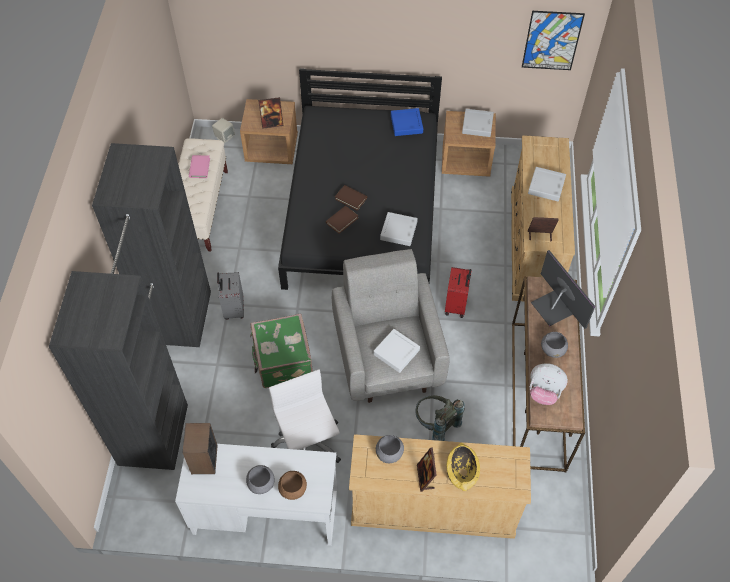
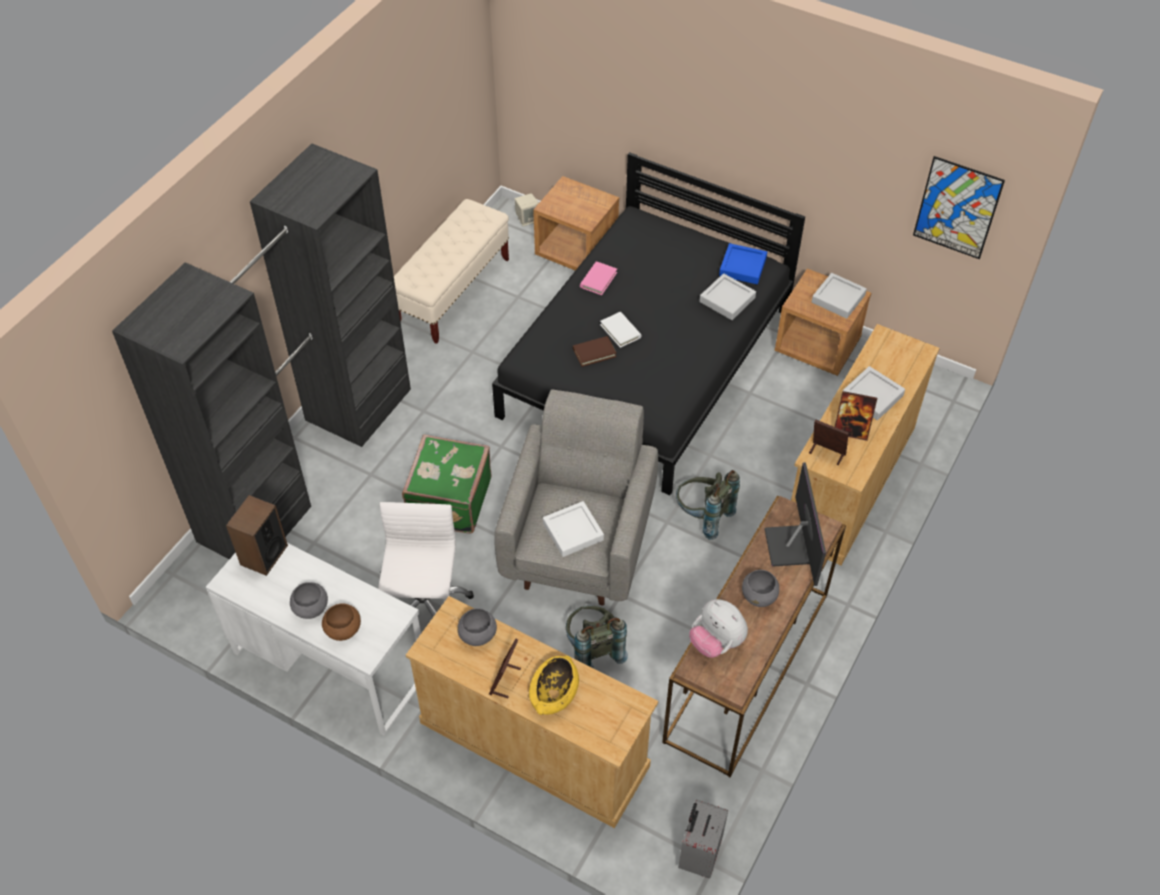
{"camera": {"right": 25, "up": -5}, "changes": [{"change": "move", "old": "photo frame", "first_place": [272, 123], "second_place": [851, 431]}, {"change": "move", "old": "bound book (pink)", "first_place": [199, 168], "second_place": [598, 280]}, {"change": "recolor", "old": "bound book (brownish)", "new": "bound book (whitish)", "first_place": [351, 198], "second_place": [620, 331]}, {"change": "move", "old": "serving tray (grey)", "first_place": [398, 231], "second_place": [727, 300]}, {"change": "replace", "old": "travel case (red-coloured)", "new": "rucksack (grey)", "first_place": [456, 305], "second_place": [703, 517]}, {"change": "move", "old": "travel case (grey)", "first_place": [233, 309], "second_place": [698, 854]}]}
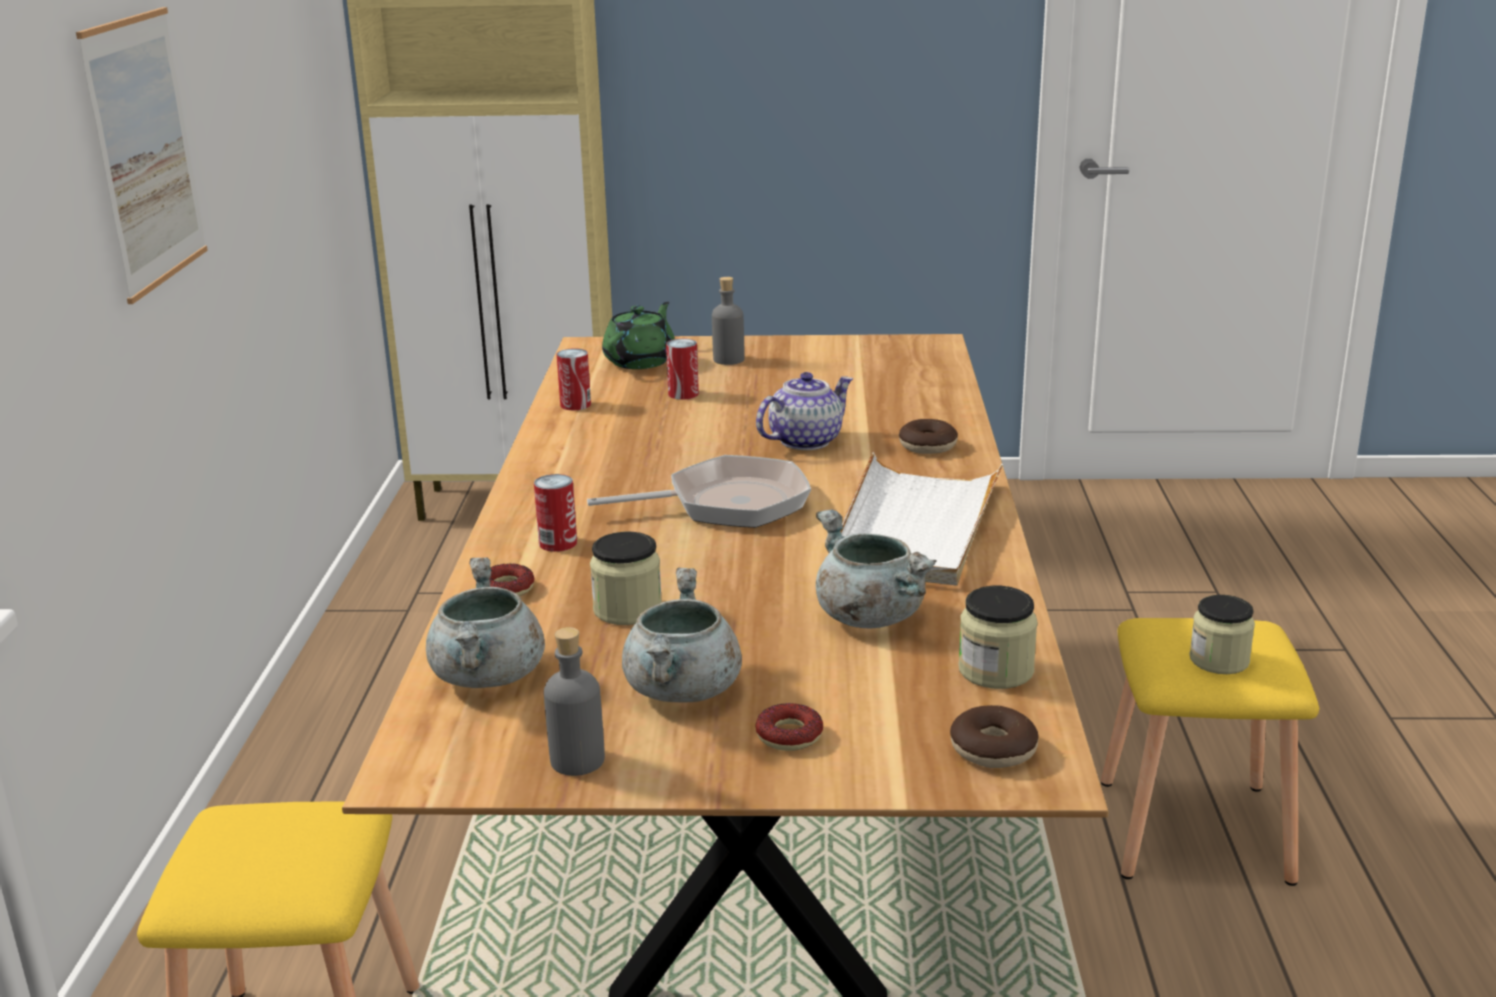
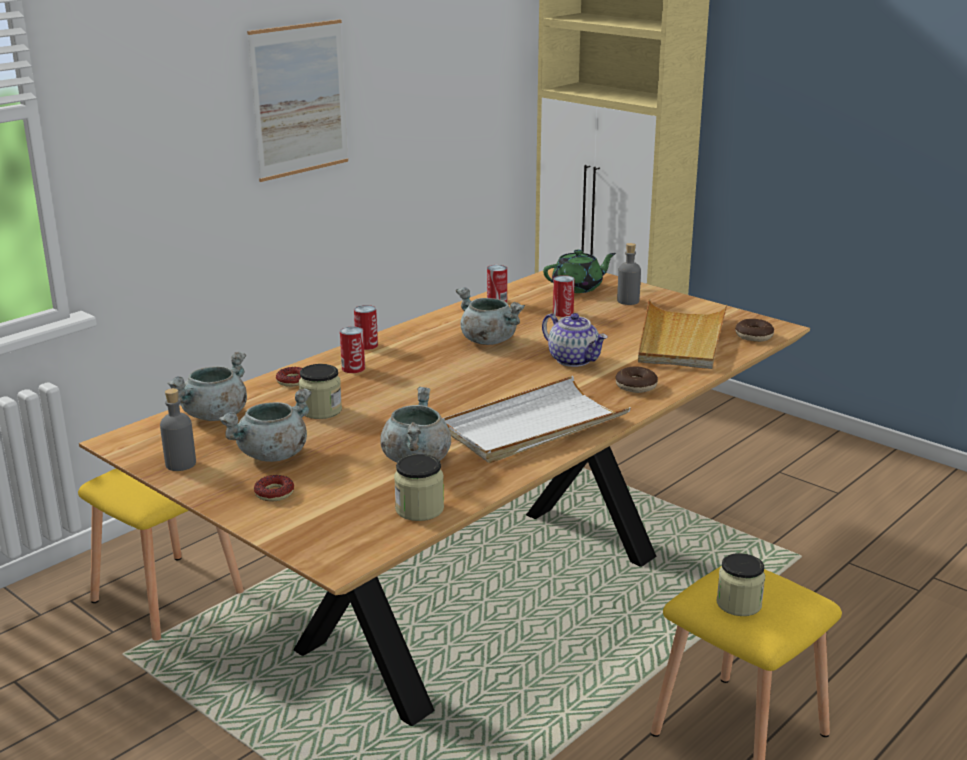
{"camera": {"right": 40, "up": 0}, "changes": [{"change": "rotate", "old": "pot for tea", "first_place": [805, 440], "second_place": [574, 360], "degrees": 45}, {"change": "delete", "old": "skillet", "first_place": [727, 504]}, {"change": "move", "old": "doughnut", "first_place": [993, 749], "second_place": [754, 336]}, {"change": "insert", "new": "saucepot (grey)", "second_place": [487, 341]}, {"change": "insert", "new": "serving tray (beige-coloured)", "second_place": [680, 339]}, {"change": "insert", "new": "can", "second_place": [366, 345]}]}
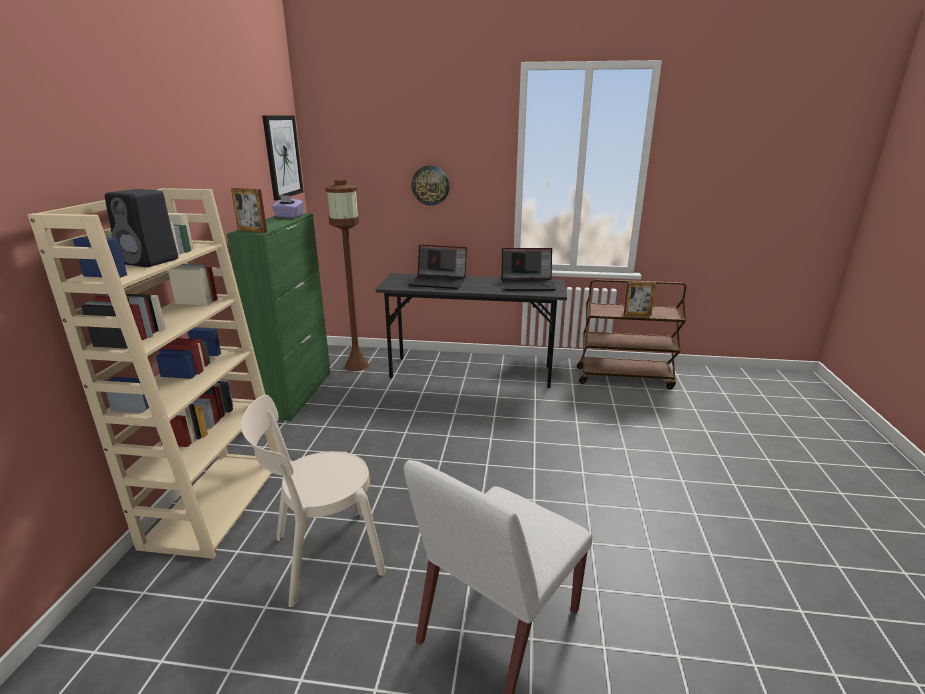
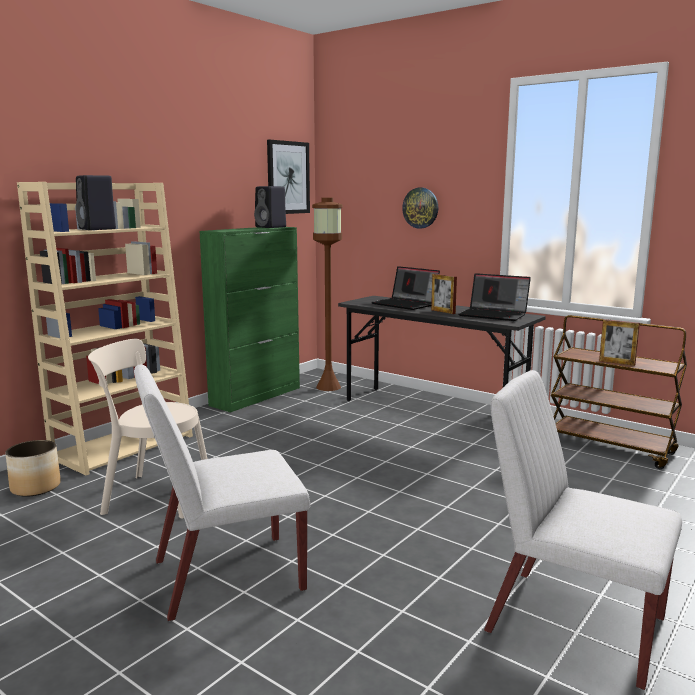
{"camera": {"right": 30, "up": -10}, "changes": [{"change": "move", "old": "photo frame", "first_place": [252, 231], "second_place": [443, 311]}, {"change": "replace", "old": "tissue holder (purplish)", "new": "loudspeaker (black-coloured)", "first_place": [289, 216], "second_place": [271, 227]}, {"change": "insert", "new": "plain chair (whitish)", "second_place": [572, 624]}, {"change": "insert", "new": "flower pot", "second_place": [35, 487]}]}
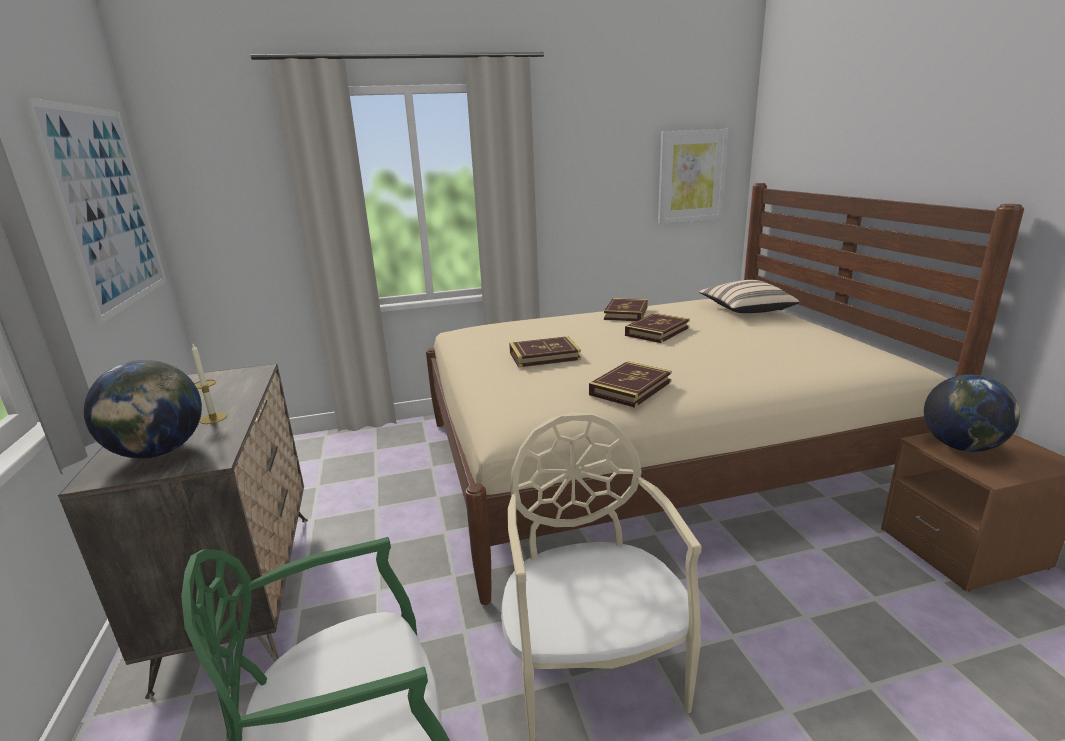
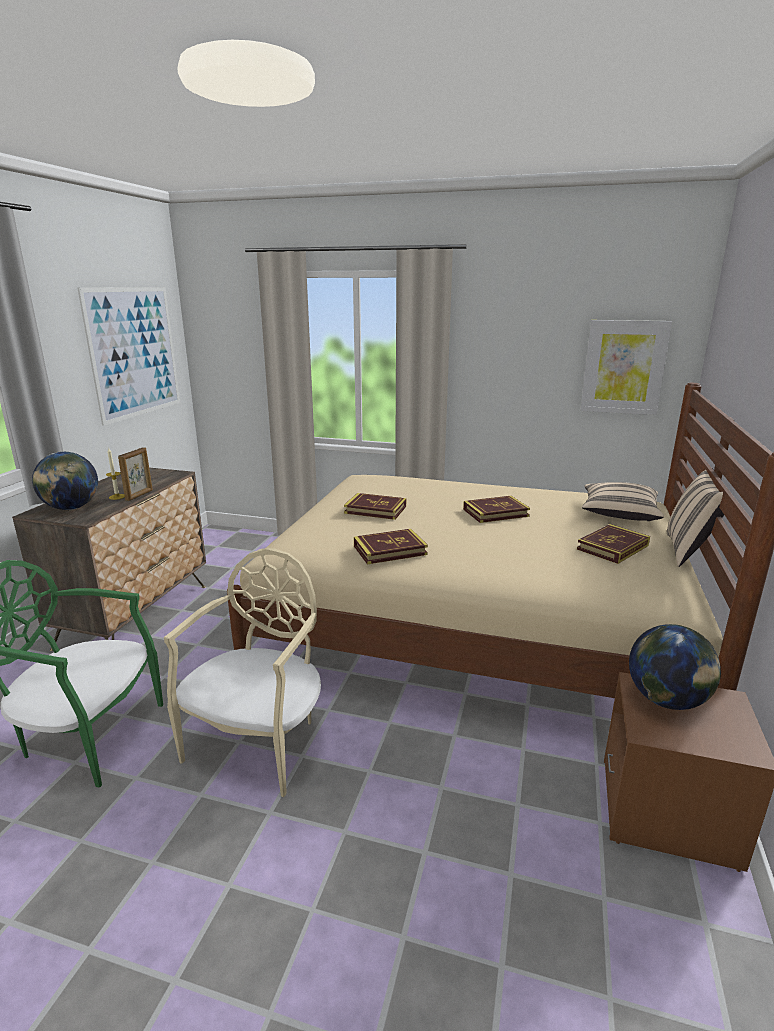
{"camera": {"right": 30, "up": 0}, "changes": [{"change": "move", "old": "bound book", "first_place": [626, 313], "second_place": [612, 547]}, {"change": "insert", "new": "photo frame", "second_place": [139, 495]}, {"change": "insert", "new": "pillow (beige-coloured)", "second_place": [689, 551]}]}
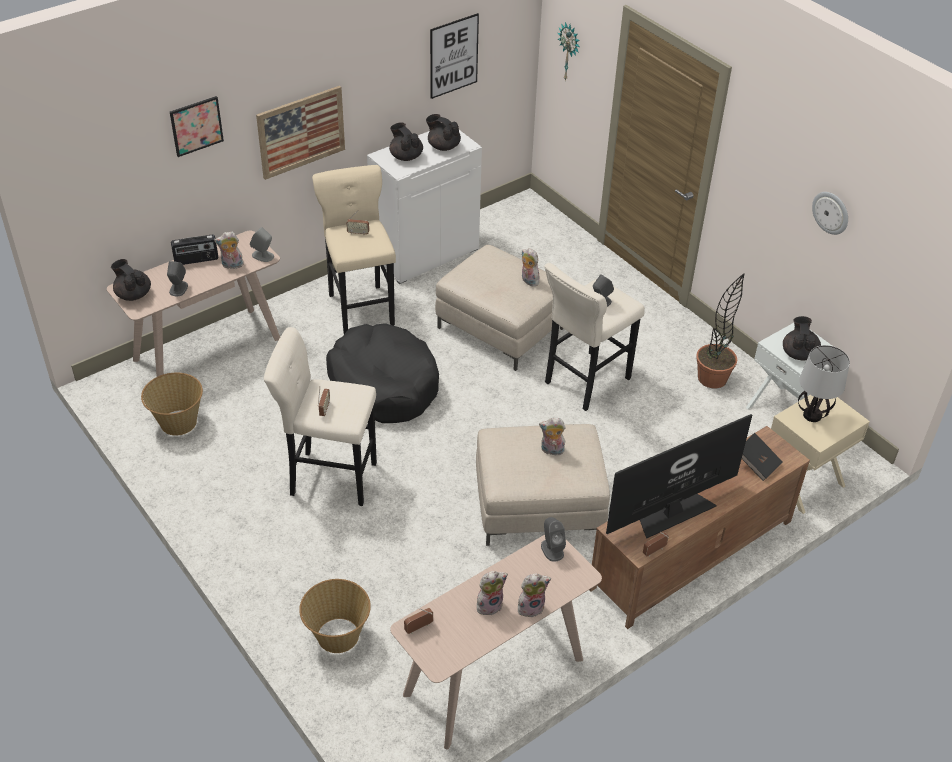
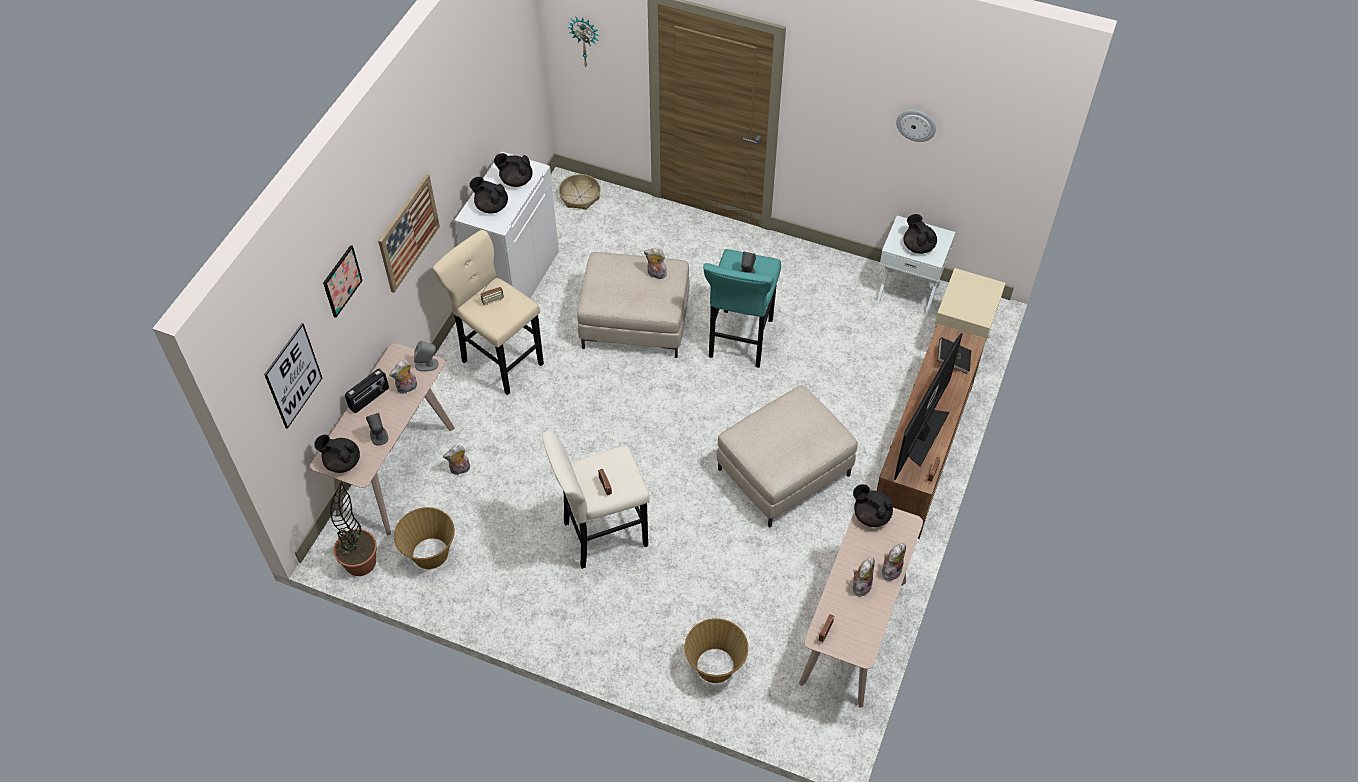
{"camera": {"right": -30, "up": 10}, "changes": [{"change": "move", "old": "picture", "first_place": [453, 56], "second_place": [293, 376]}, {"change": "recolor", "old": "stool seat (beige-coloured)", "new": "stool seat (turquoise)", "first_place": [584, 383], "second_place": [740, 341]}, {"change": "move", "old": "houseplant", "first_place": [712, 378], "second_place": [360, 562]}, {"change": "delete", "old": "dog bed (black-coloured)", "first_place": [384, 384]}, {"change": "delete", "old": "table lamp", "first_place": [812, 415]}, {"change": "move", "old": "plush toy", "first_place": [551, 451], "second_place": [460, 470]}, {"change": "replace", "old": "loudspeaker (grey)", "new": "pot for tea (black-coloured)", "first_place": [552, 549], "second_place": [871, 515]}, {"change": "insert", "new": "storage basket", "second_place": [580, 196]}]}
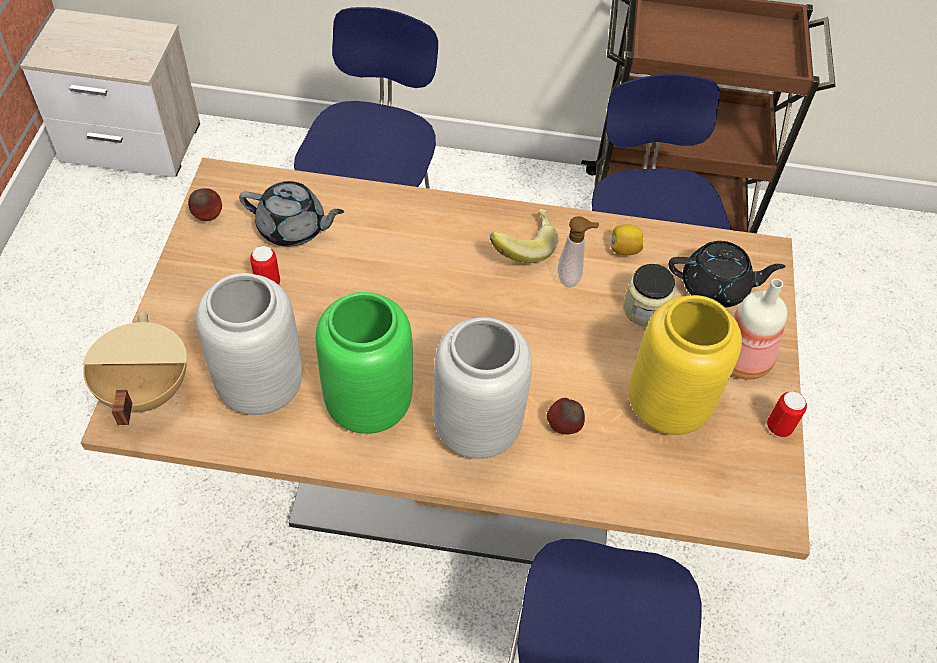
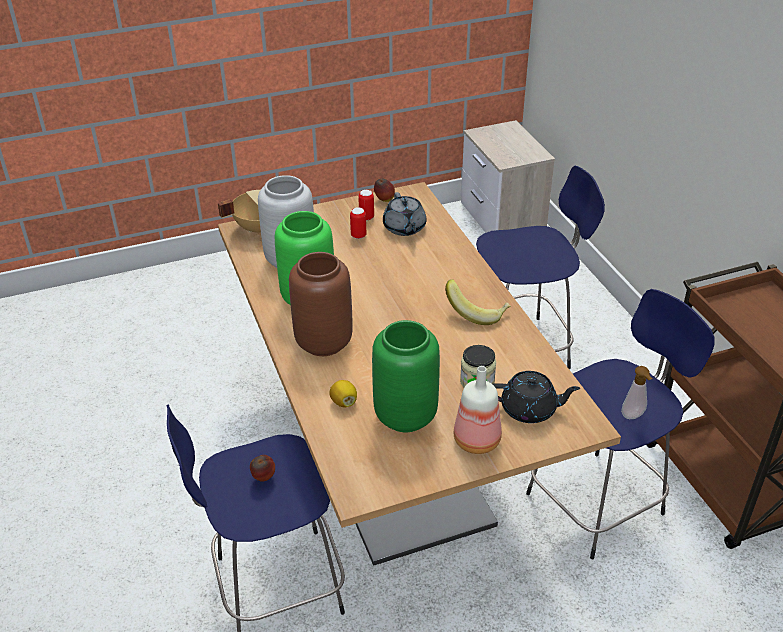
{"camera": {"right": 65, "up": -15}, "changes": [{"change": "move", "old": "soap dispenser", "first_place": [571, 278], "second_place": [633, 416]}, {"change": "move", "old": "whole lemon", "first_place": [624, 249], "second_place": [344, 402]}, {"change": "rotate", "old": "pot for tea (black-coloured)", "first_place": [716, 288], "second_place": [529, 409], "degrees": -60}, {"change": "recolor", "old": "vase (yellow)", "new": "vase (green)", "first_place": [667, 408], "second_place": [404, 417]}, {"change": "recolor", "old": "vase (grey)", "new": "vase (brownish)", "first_place": [477, 430], "second_place": [323, 343]}, {"change": "move", "old": "can", "first_place": [779, 427], "second_place": [366, 217]}, {"change": "move", "old": "whole apple", "first_place": [563, 428], "second_place": [263, 478]}]}
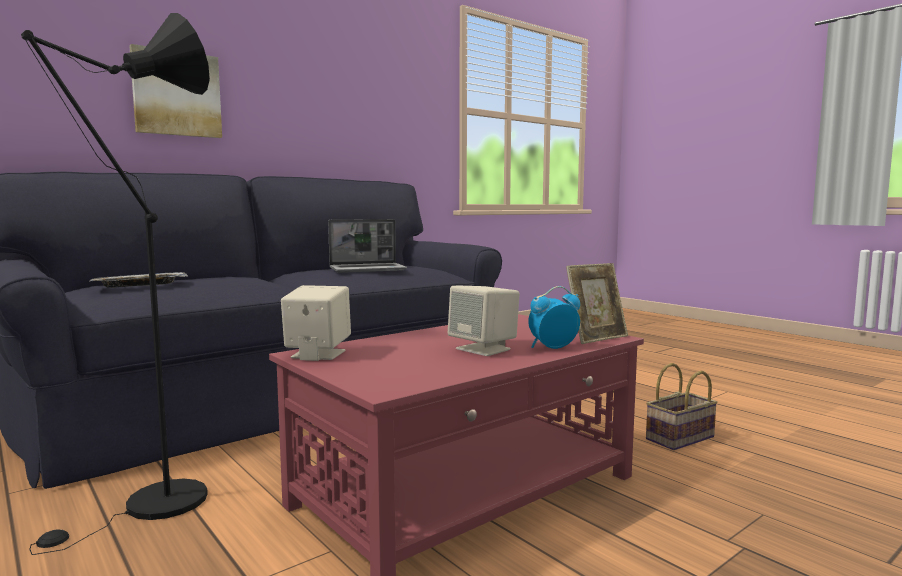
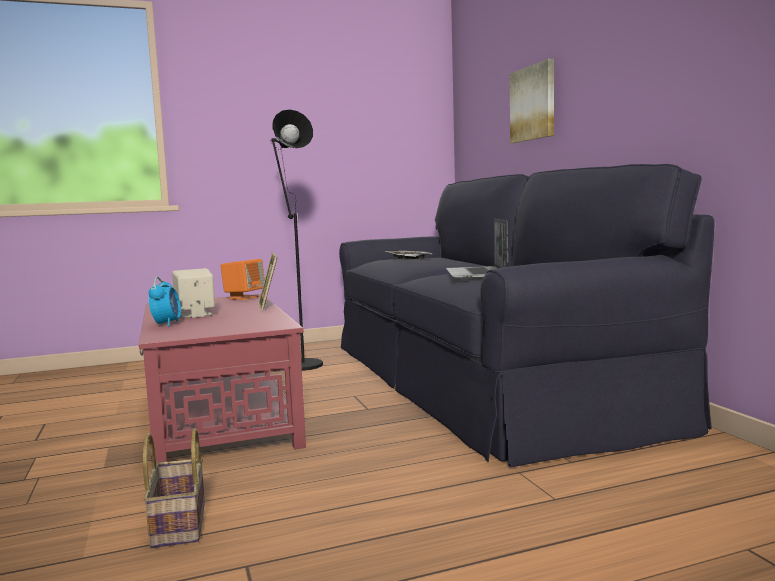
{"camera": {"right": 110, "up": 0}, "changes": [{"change": "move", "old": "photo frame", "first_place": [596, 338], "second_place": [269, 306]}, {"change": "recolor", "old": "loudspeaker (beige-coloured)", "new": "loudspeaker (orange)", "first_place": [317, 354], "second_place": [244, 297]}]}
